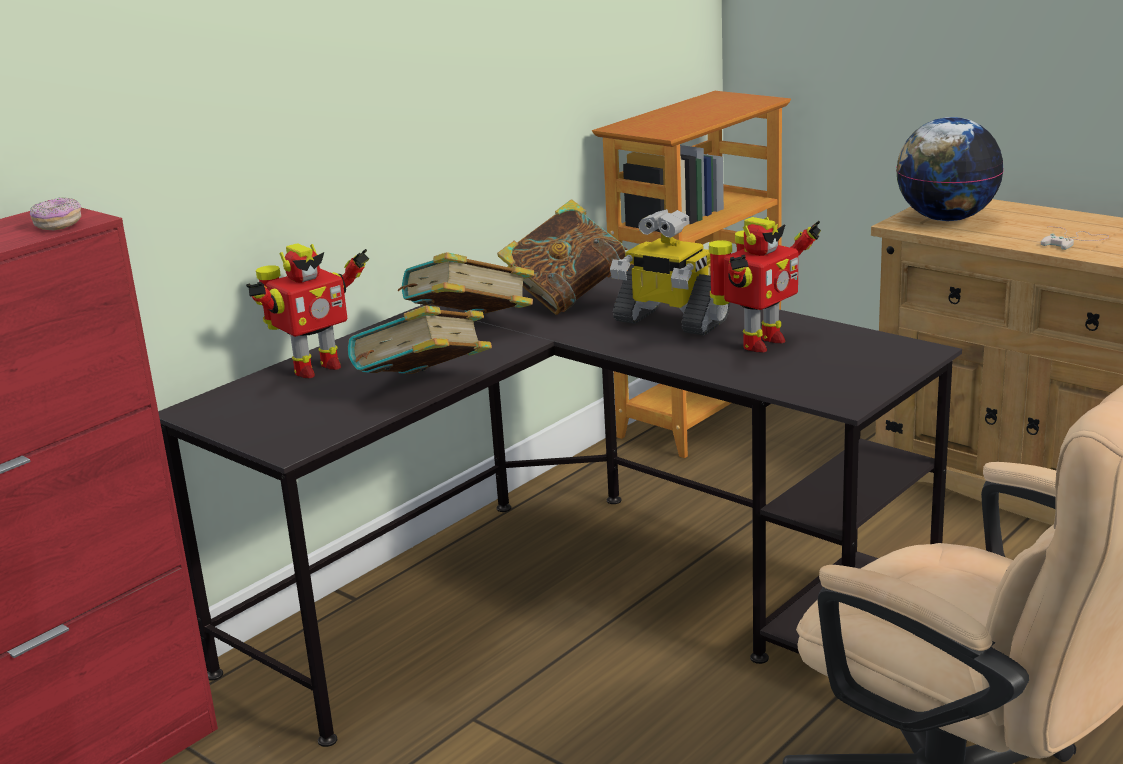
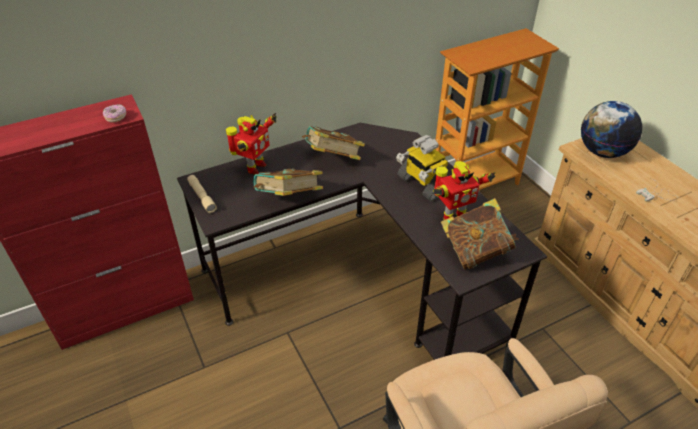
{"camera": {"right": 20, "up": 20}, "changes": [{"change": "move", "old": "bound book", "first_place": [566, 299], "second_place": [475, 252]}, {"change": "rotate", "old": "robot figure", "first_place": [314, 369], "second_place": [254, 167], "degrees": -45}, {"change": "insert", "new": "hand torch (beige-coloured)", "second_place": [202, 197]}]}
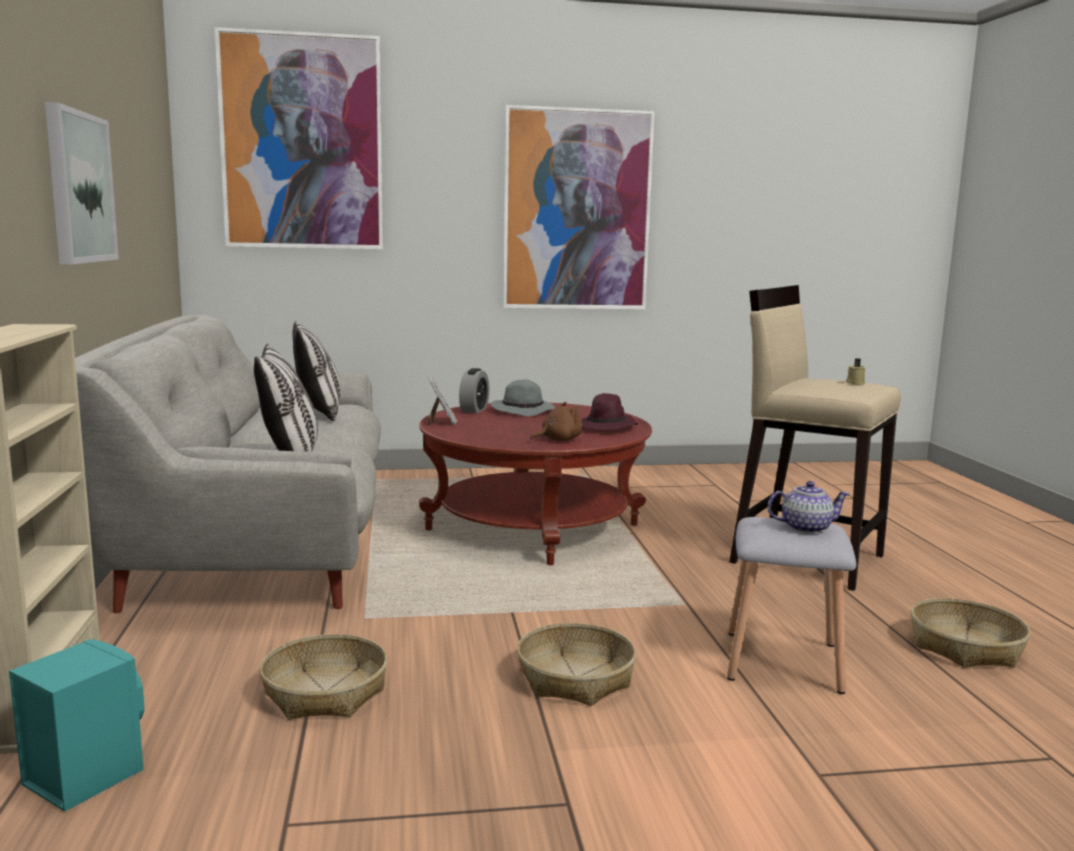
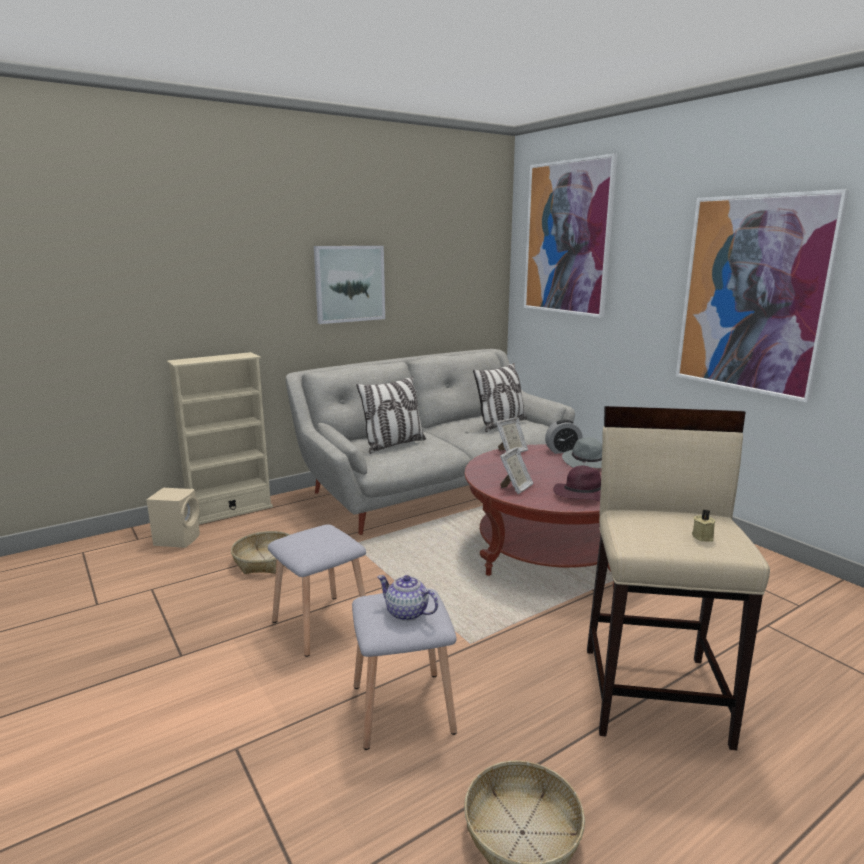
{"camera": {"right": 65, "up": 5}, "changes": [{"change": "replace", "old": "plush toy (brownish)", "new": "photo frame", "first_place": [559, 440], "second_place": [516, 488]}, {"change": "rotate", "old": "pot for tea", "first_place": [805, 528], "second_place": [407, 613], "degrees": 150}, {"change": "replace", "old": "storage basket", "new": "stool seat (grey)", "first_place": [575, 678], "second_place": [320, 625]}, {"change": "recolor", "old": "loudspeaker (turquoise)", "new": "loudspeaker (beige-coloured)", "first_place": [83, 776], "second_place": [178, 539]}]}
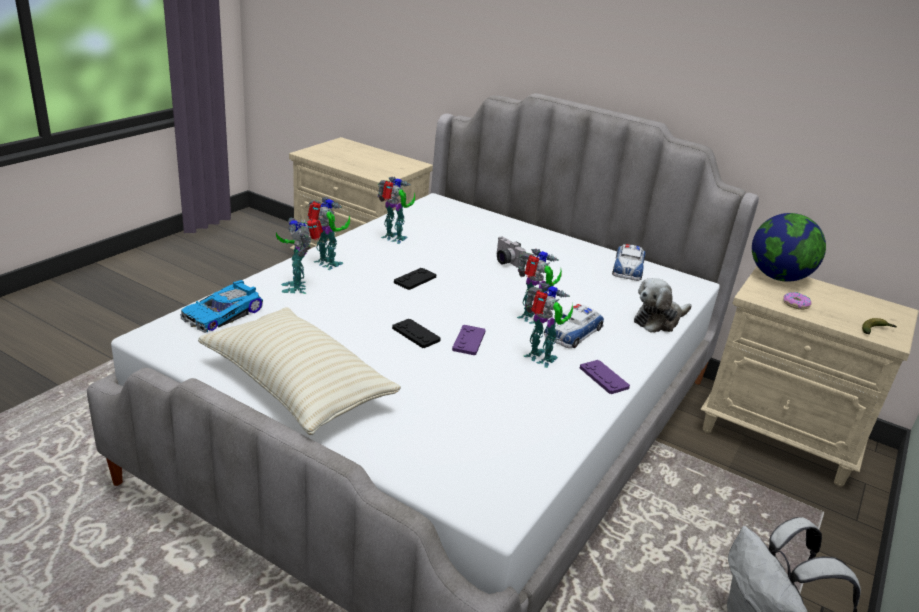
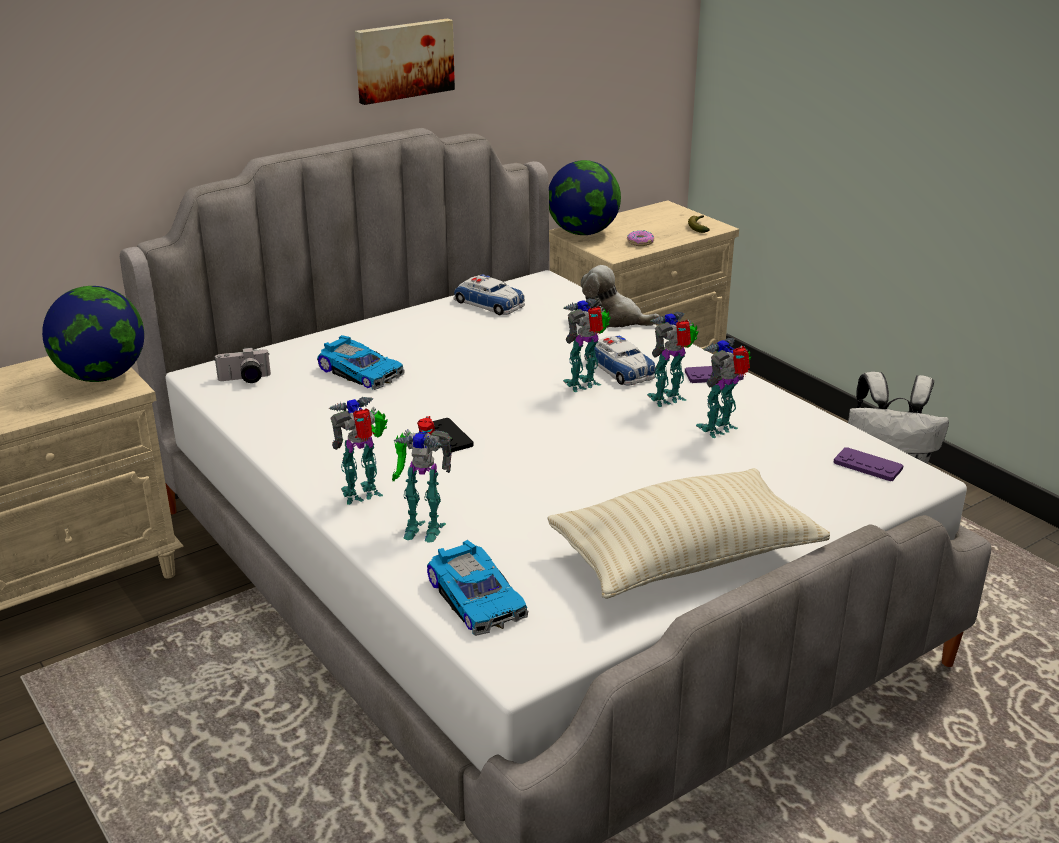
{"camera": {"right": -65, "up": 0}, "changes": [{"change": "move", "old": "robot figure", "first_place": [394, 239], "second_place": [720, 429]}, {"change": "move", "old": "photo camera", "first_place": [505, 261], "second_place": [245, 380]}, {"change": "rotate", "old": "plush toy", "first_place": [658, 321], "second_place": [613, 319], "degrees": 120}, {"change": "delete", "old": "gamepad (black-coloured)", "first_place": [416, 334]}, {"change": "move", "old": "gamepad (purplish)", "first_place": [469, 341], "second_place": [867, 465]}, {"change": "insert", "new": "picture", "second_place": [403, 60]}, {"change": "insert", "new": "world globe", "second_place": [102, 376]}, {"change": "insert", "new": "model car", "second_place": [362, 371]}]}
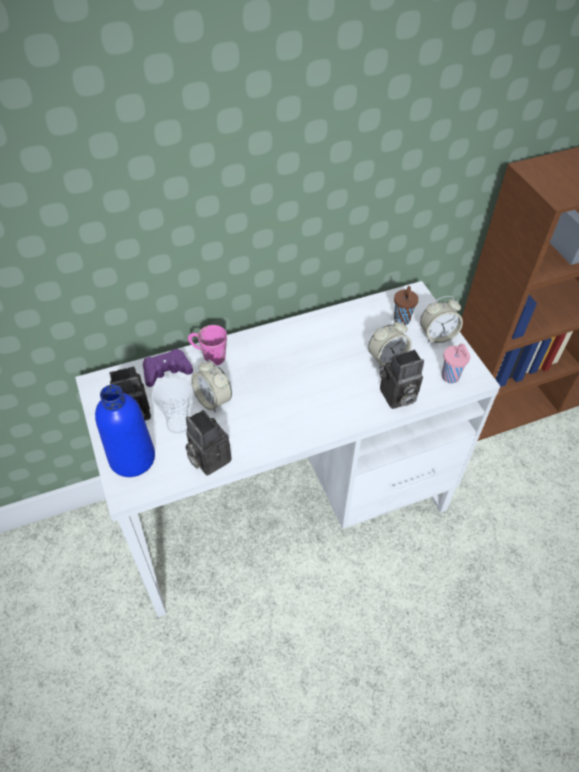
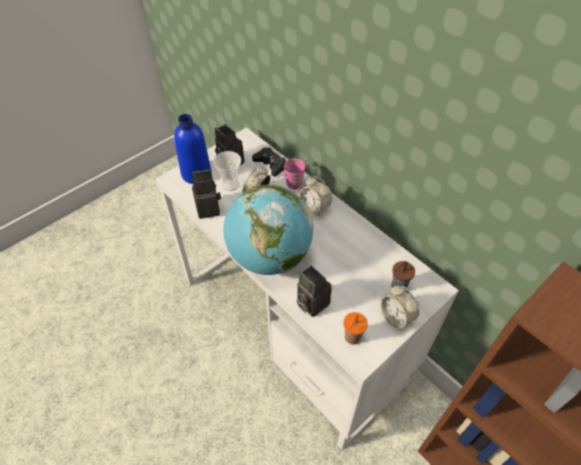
{"camera": {"right": 70, "up": 0}, "changes": [{"change": "move", "old": "bedside clock", "first_place": [387, 359], "second_place": [314, 208]}, {"change": "recolor", "old": "small cup (pink)", "new": "small cup (orange)", "first_place": [451, 378], "second_place": [352, 338]}, {"change": "recolor", "old": "gamepad (purplish)", "new": "gamepad (black-coloured)", "first_place": [166, 371], "second_place": [270, 164]}, {"change": "rotate", "old": "photo camera", "first_place": [207, 458], "second_place": [209, 208], "degrees": 45}, {"change": "insert", "new": "world globe", "second_place": [269, 257]}]}
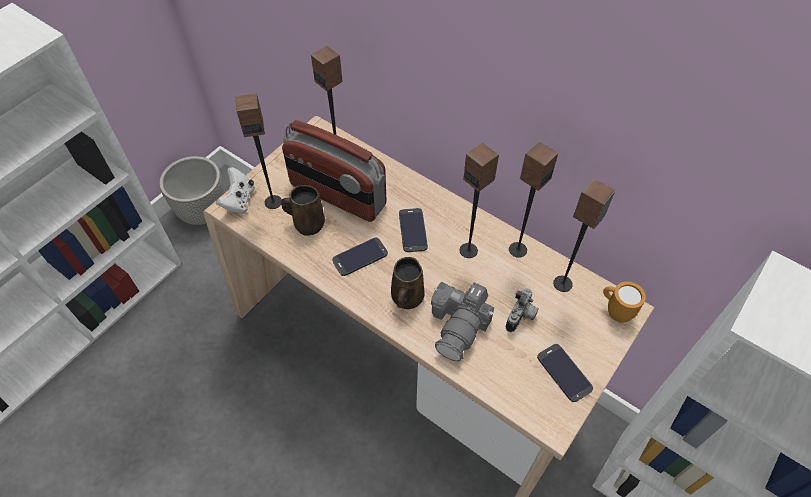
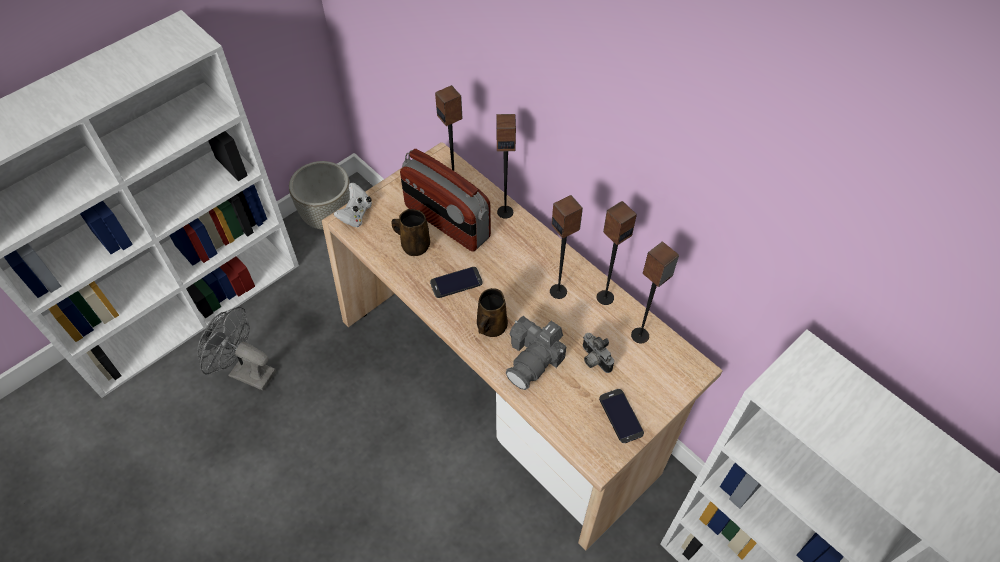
{"camera": {"right": 10, "up": 0}, "changes": [{"change": "move", "old": "loudspeaker", "first_place": [273, 202], "second_place": [505, 212]}, {"change": "delete", "old": "telephone", "first_place": [413, 230]}, {"change": "delete", "old": "coffee mug (orange)", "first_place": [615, 311]}, {"change": "rotate", "old": "photo camera", "first_place": [521, 317], "second_place": [593, 360], "degrees": 105}, {"change": "insert", "new": "cooling fan (grey)", "second_place": [246, 372]}]}
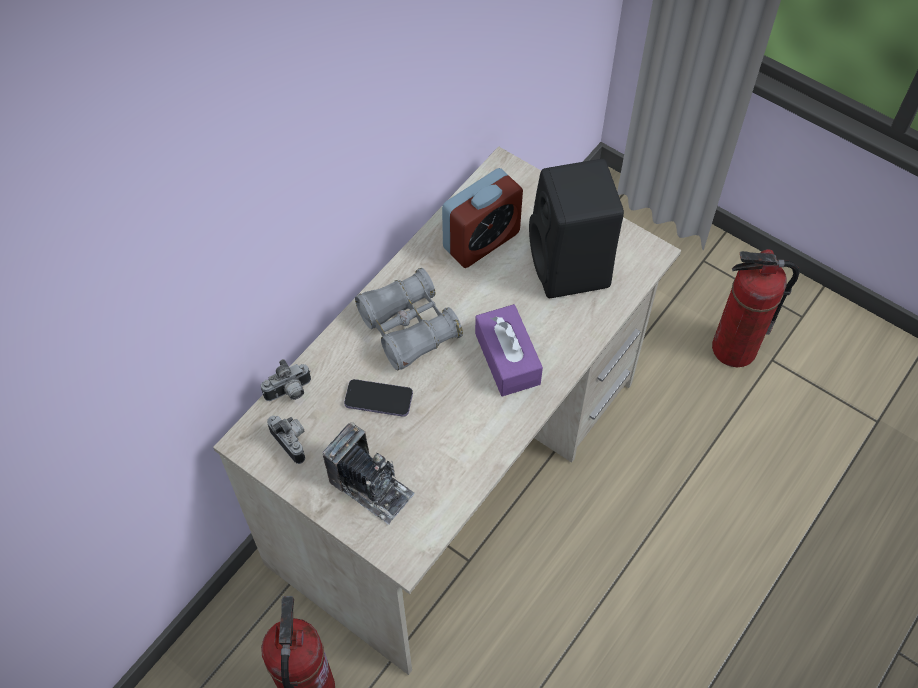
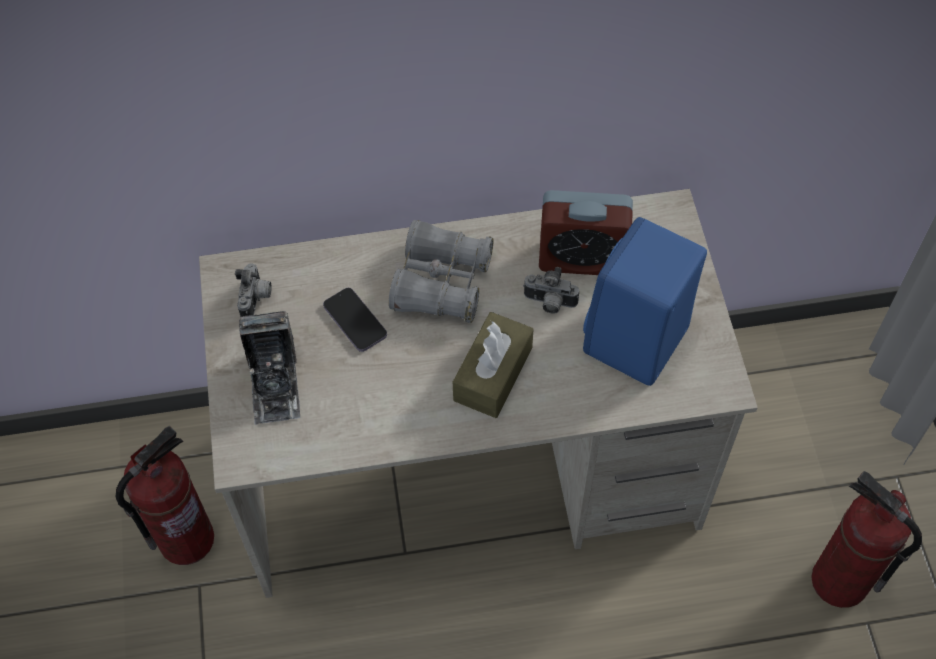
{"camera": {"right": 45, "up": 0}, "changes": [{"change": "recolor", "old": "loudspeaker (black-coloured)", "new": "loudspeaker (blue)", "first_place": [571, 268], "second_place": [635, 343]}, {"change": "recolor", "old": "tissue holder (purplish)", "new": "tissue holder (brownish)", "first_place": [507, 358], "second_place": [493, 374]}, {"change": "move", "old": "photo camera", "first_place": [290, 392], "second_place": [549, 303]}]}
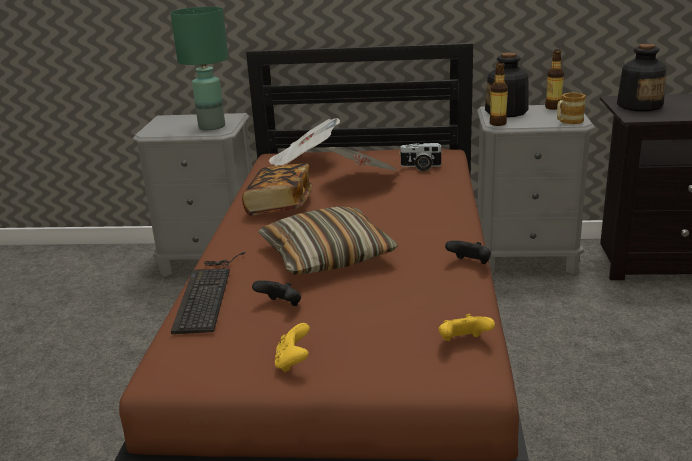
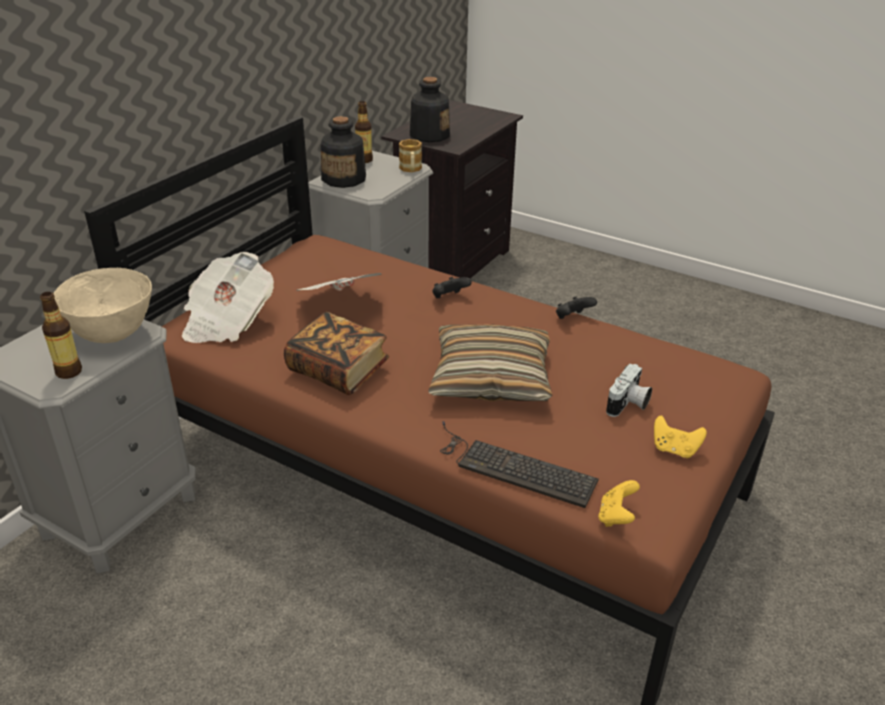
{"camera": {"right": -65, "up": 10}, "changes": [{"change": "replace", "old": "table lamp (green)", "new": "serving bowl (beige-coloured)", "first_place": [211, 127], "second_place": [112, 334]}, {"change": "move", "old": "beverage bottle", "first_place": [497, 123], "second_place": [69, 372]}, {"change": "move", "old": "photo camera", "first_place": [420, 167], "second_place": [628, 404]}, {"change": "move", "old": "gamepad (black-coloured)", "first_place": [280, 306], "second_place": [449, 298]}, {"change": "move", "old": "gamepad (yellow)", "first_place": [463, 342], "second_place": [616, 517]}]}
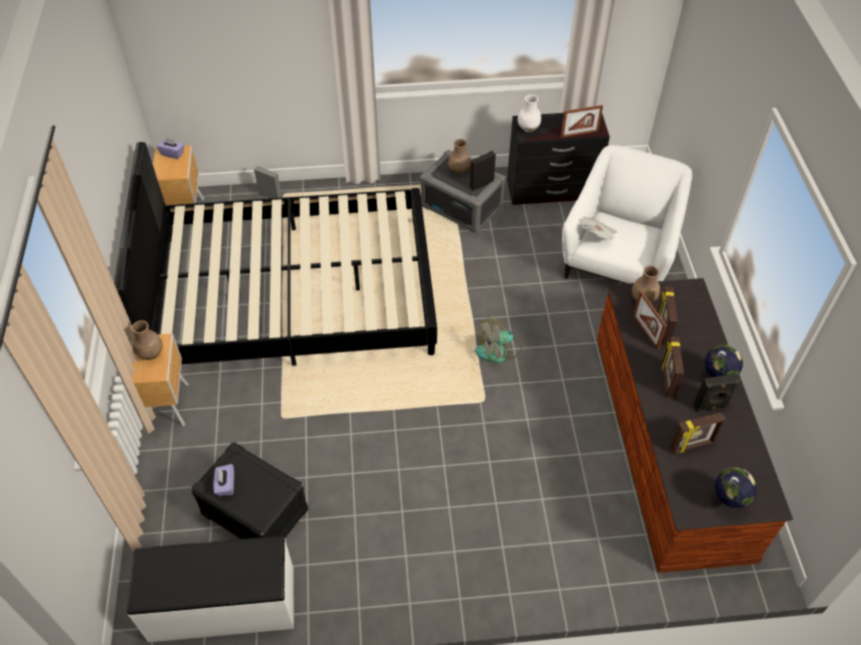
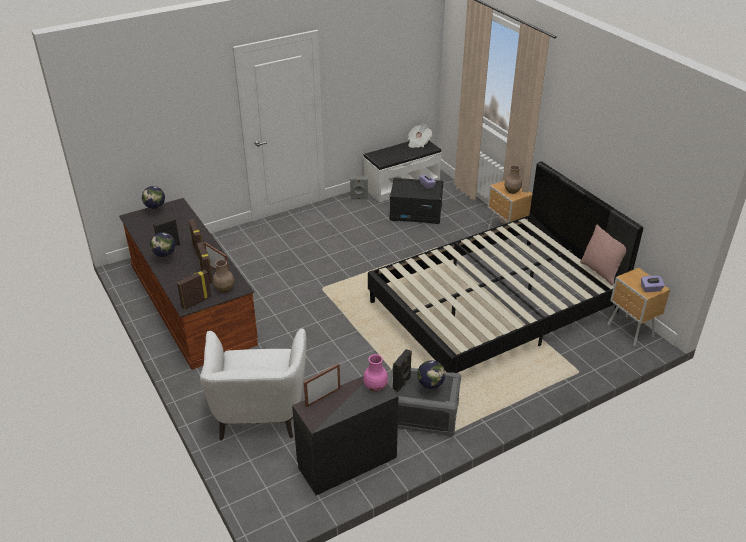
{"camera": {"right": 155, "up": -15}, "changes": [{"change": "recolor", "old": "vase (whitish)", "new": "vase (pink)", "first_place": [528, 128], "second_place": [375, 387]}, {"change": "replace", "old": "vase (brownish)", "new": "world globe", "first_place": [459, 170], "second_place": [430, 390]}, {"change": "move", "old": "loudspeaker (grey)", "first_place": [271, 196], "second_place": [359, 198]}, {"change": "move", "old": "newspaper", "first_place": [597, 235], "second_place": [418, 143]}, {"change": "delete", "old": "cooling fan", "first_place": [498, 351]}, {"change": "move", "old": "photo frame", "first_place": [691, 446], "second_place": [196, 302]}, {"change": "insert", "new": "pillow (pink)", "second_place": [600, 271]}]}
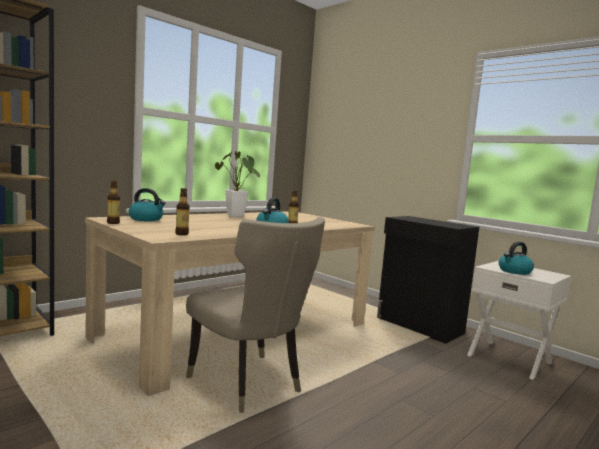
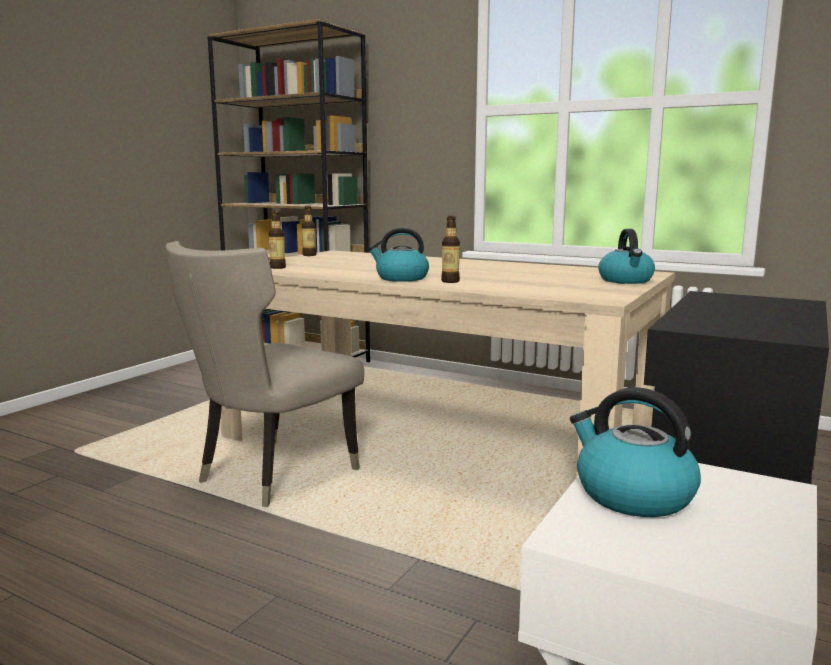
{"camera": {"right": 75, "up": 5}, "changes": [{"change": "delete", "old": "houseplant", "first_place": [236, 216]}, {"change": "move", "old": "kettle", "first_place": [146, 219], "second_place": [626, 280]}]}
